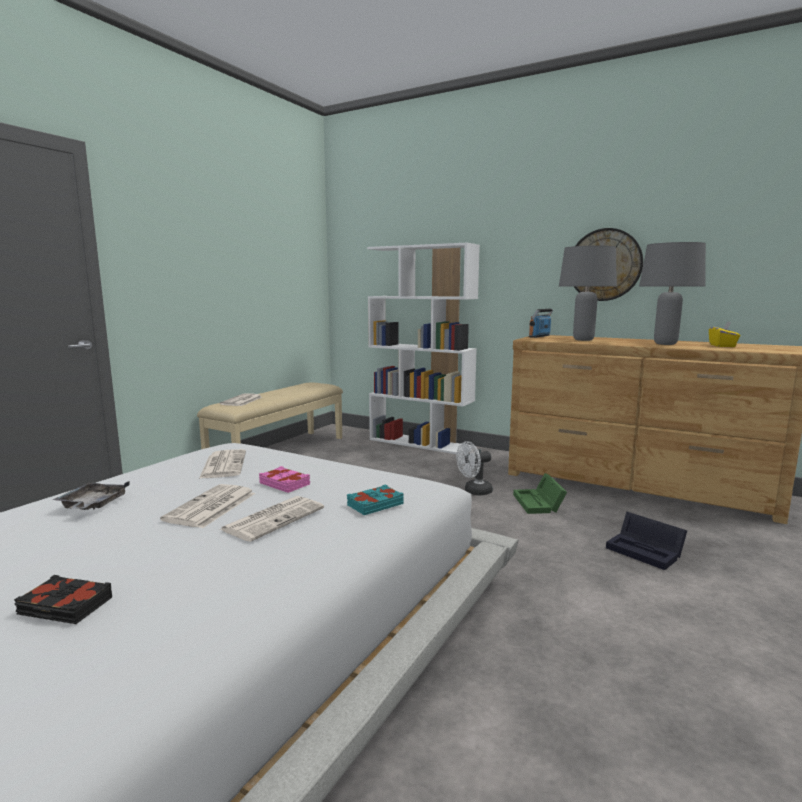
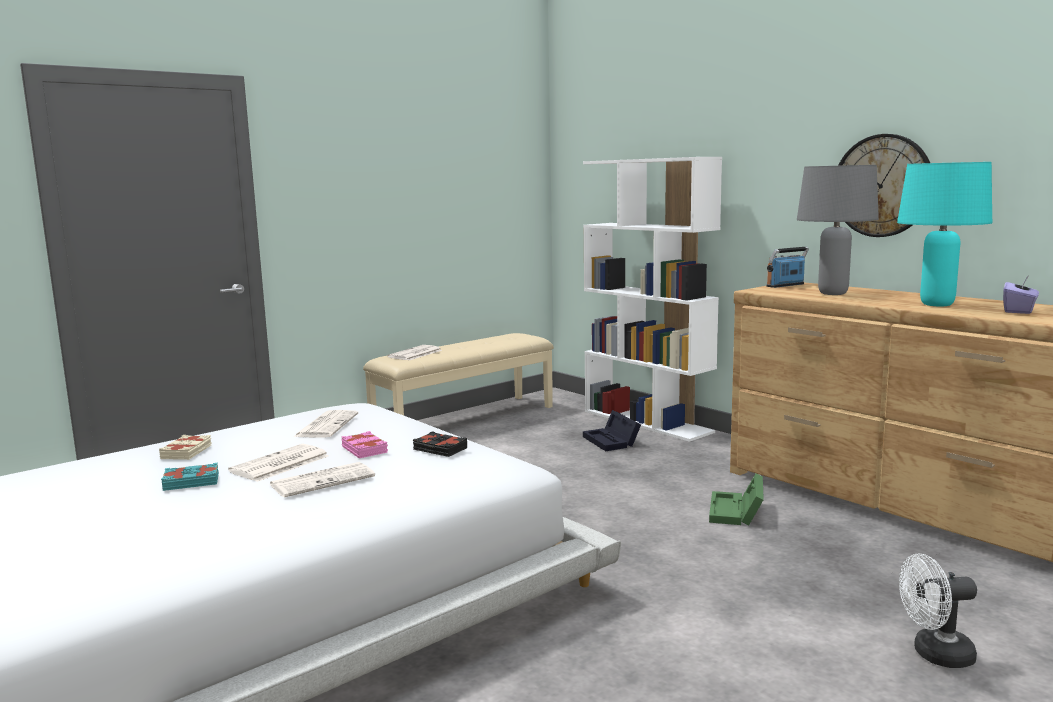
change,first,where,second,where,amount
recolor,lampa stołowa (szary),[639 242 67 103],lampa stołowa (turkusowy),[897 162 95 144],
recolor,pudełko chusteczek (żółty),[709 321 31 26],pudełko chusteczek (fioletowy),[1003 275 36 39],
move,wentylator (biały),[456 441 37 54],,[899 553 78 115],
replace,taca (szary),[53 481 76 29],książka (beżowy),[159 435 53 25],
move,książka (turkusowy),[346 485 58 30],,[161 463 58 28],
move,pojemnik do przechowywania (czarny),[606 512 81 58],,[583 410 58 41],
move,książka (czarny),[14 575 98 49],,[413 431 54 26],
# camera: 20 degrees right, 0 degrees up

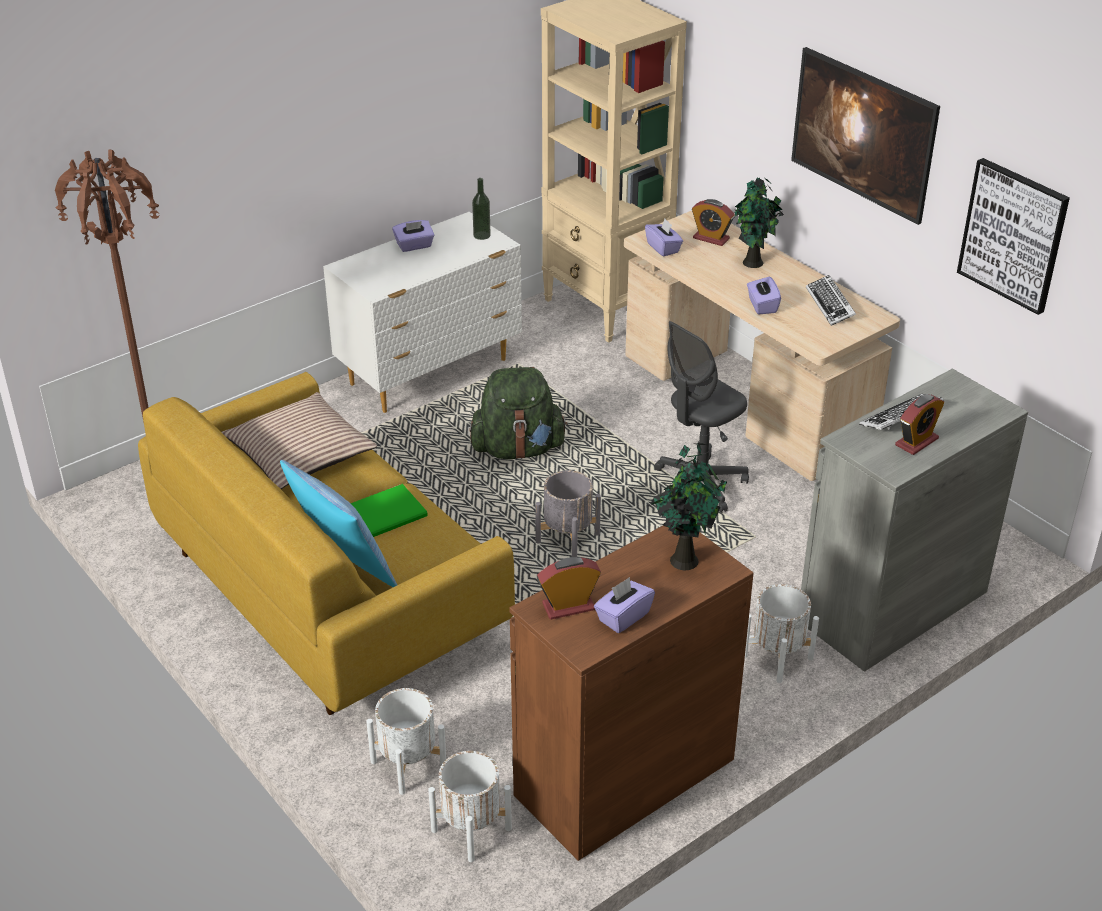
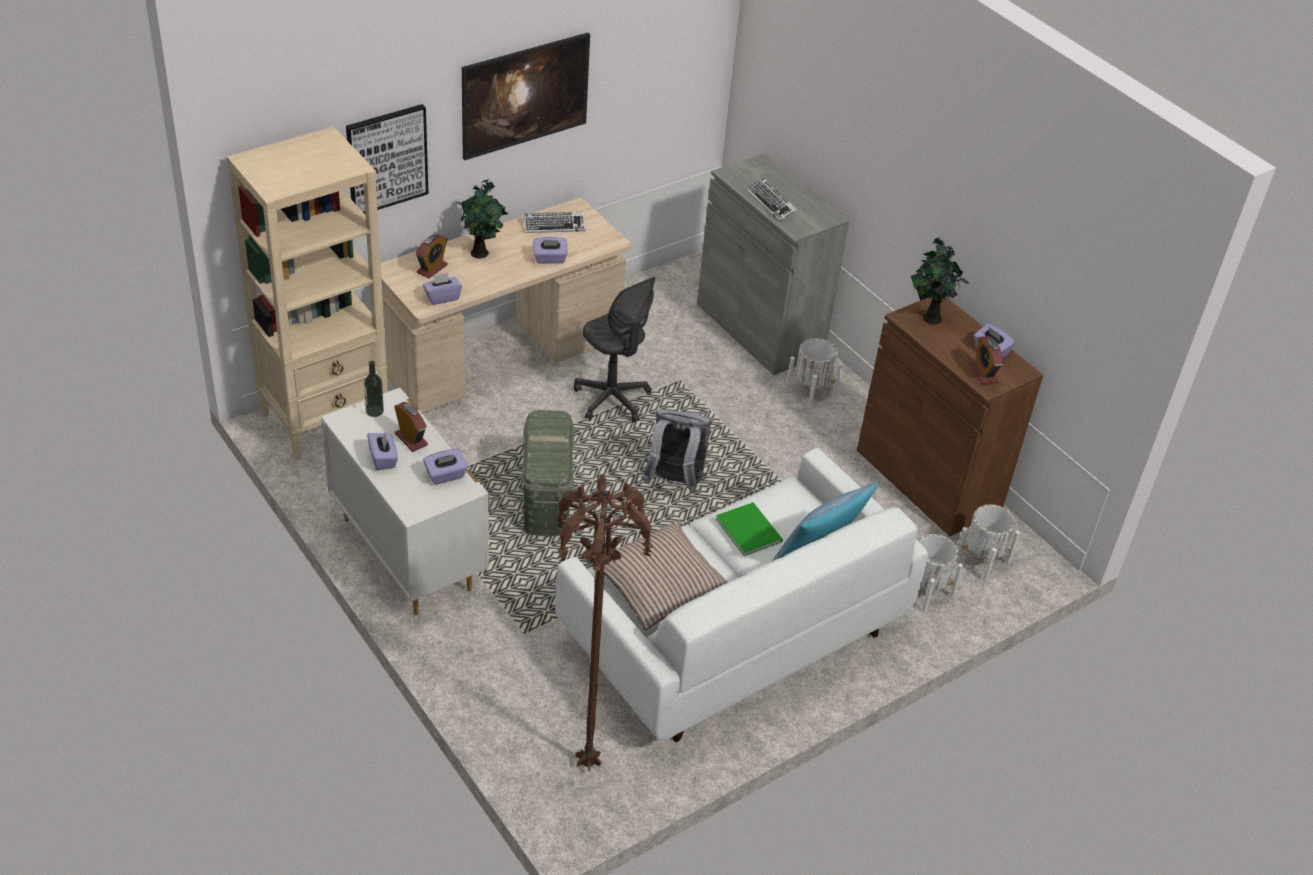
change,first,where,second,where,amount
move,obraz,[957 158 113 157],,[346 104 82 110],
replace,plecak (zielony),[469 367 99 92],pojemnik do przechowywania (zielony),[521 410 53 126],
recolor,kanapa (żółty),[138 372 377 343],kanapa (biały),[555 448 373 294],
move,budzik,[895 394 49 61],,[394 402 34 50],
replace,donica (szary),[535 470 66 87],plecak (szary),[643 409 68 84],
insert,,,pudełko chusteczek (fioletowy),[423 449 45 36],
# camera: 90 degrees left, 5 degrees up

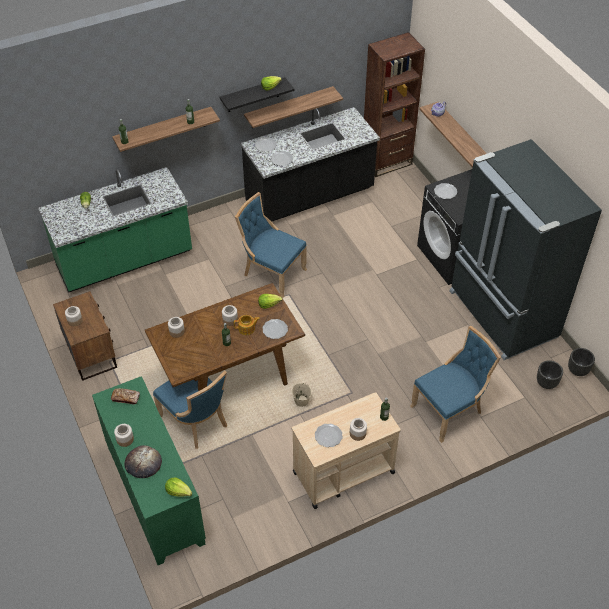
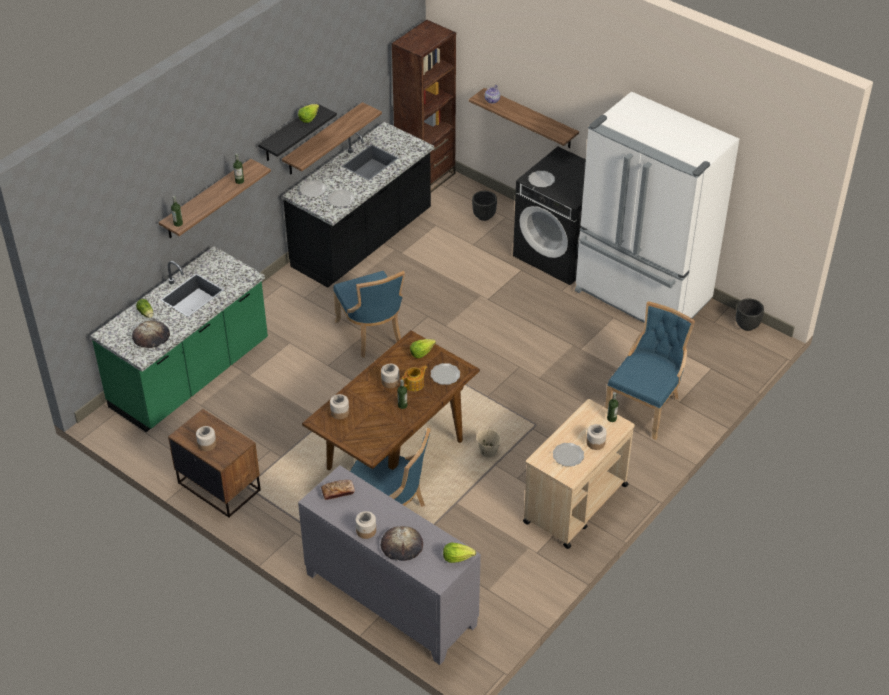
change,first,where,second,where,amount
recolor,lodówka (czarny),[449 139 153 221],lodówka (biały),[575 91 164 232],
rotate,krzesło (niebieski),[235 192 72 106],,[333 271 72 87],120 degrees counterclockwise
move,donica (czarny),[537 360 26 29],,[472 191 25 30],
recolor,szafka (zielony),[92 376 114 189],szafka (szary),[298 465 183 200],
insert,,,chleb,[132 321 38 27],
# camera: 25 degrees left, 5 degrees down

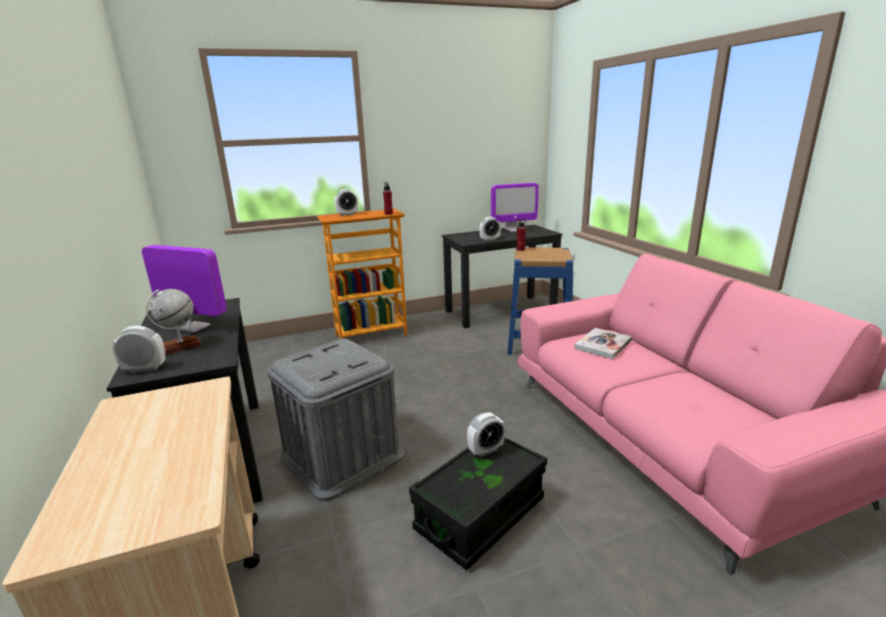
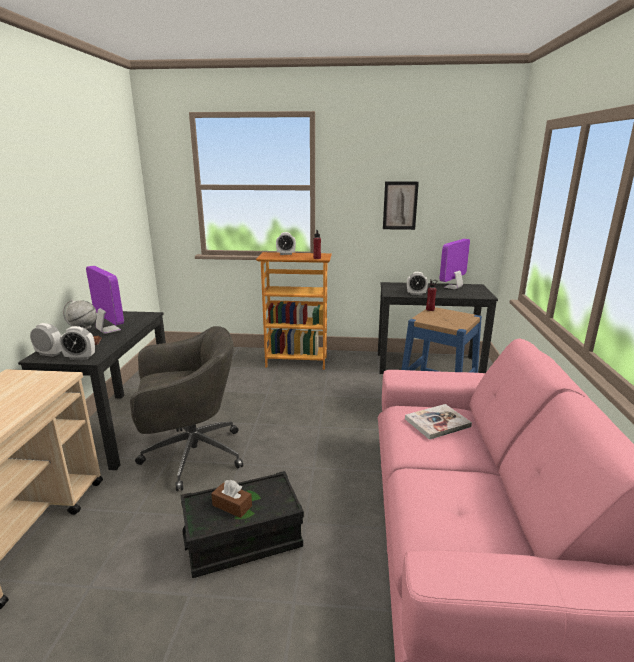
change,first,where,second,where,amount
rotate,monitor,[491 183 48 49],,[439 239 31 50],120 degrees clockwise
replace,pojemnik do przechowywania (szary),[268 339 136 163],krzesło biurowe (szary),[130 326 113 165],
move,budzik,[467 412 38 45],,[60 326 35 34],
insert,,,obraz,[383 181 36 49],
insert,,,pudełko chusteczek (brązowy),[211 480 41 38],
# camera: 25 degrees right, 0 degrees up

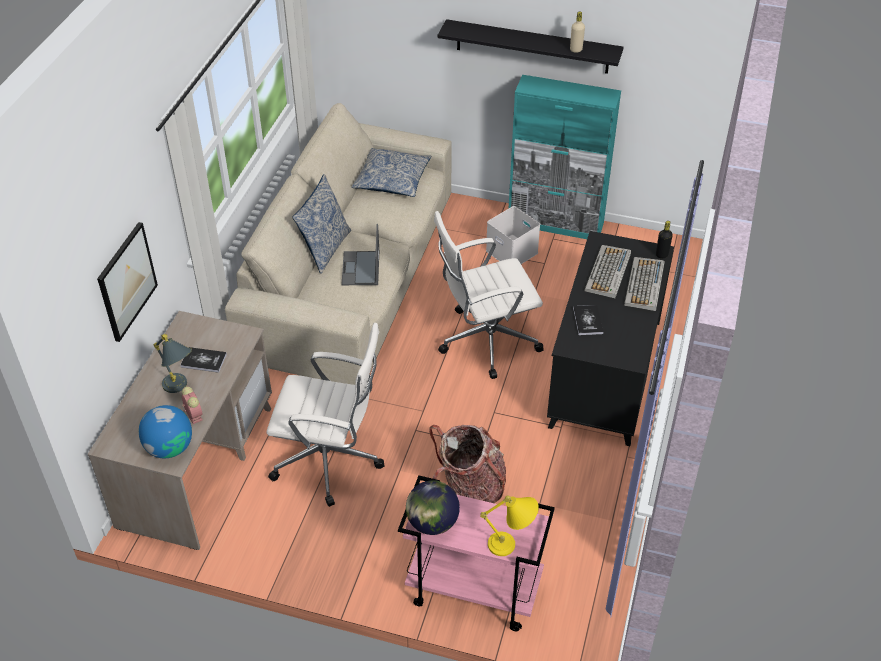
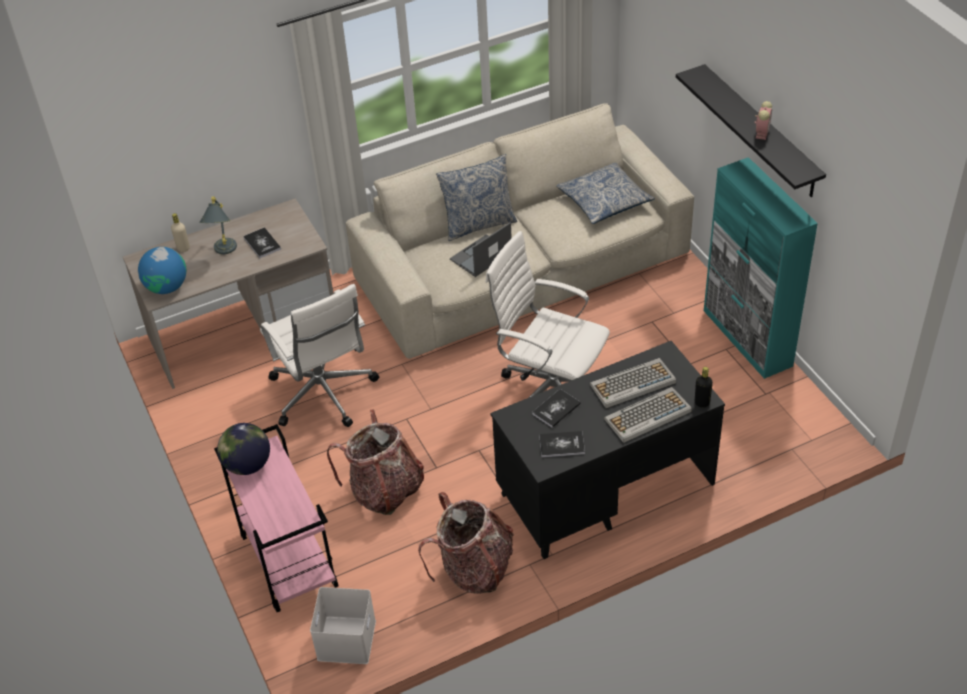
change,first,where,second,where,amount
move,butelka (beżowy),[570 12 15 41],,[171 213 19 39],
move,pojemnik do przechowywania (biały),[486 206 54 58],,[310 587 66 77],
delete,obraz,[97 222 61 120],,,
move,budzik,[182 386 20 38],,[754 101 18 39],
delete,lampa stołowa (żółty),[480 495 59 61],,,
insert,,,książka,[539 431 46 27],
insert,,,plecak,[418 492 96 102],
# camera: 50 degrees right, 0 degrees up

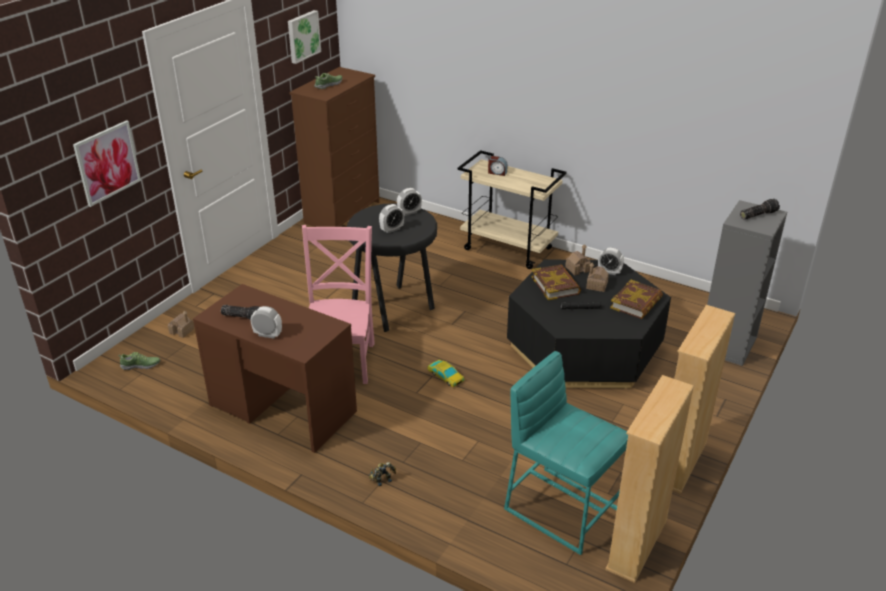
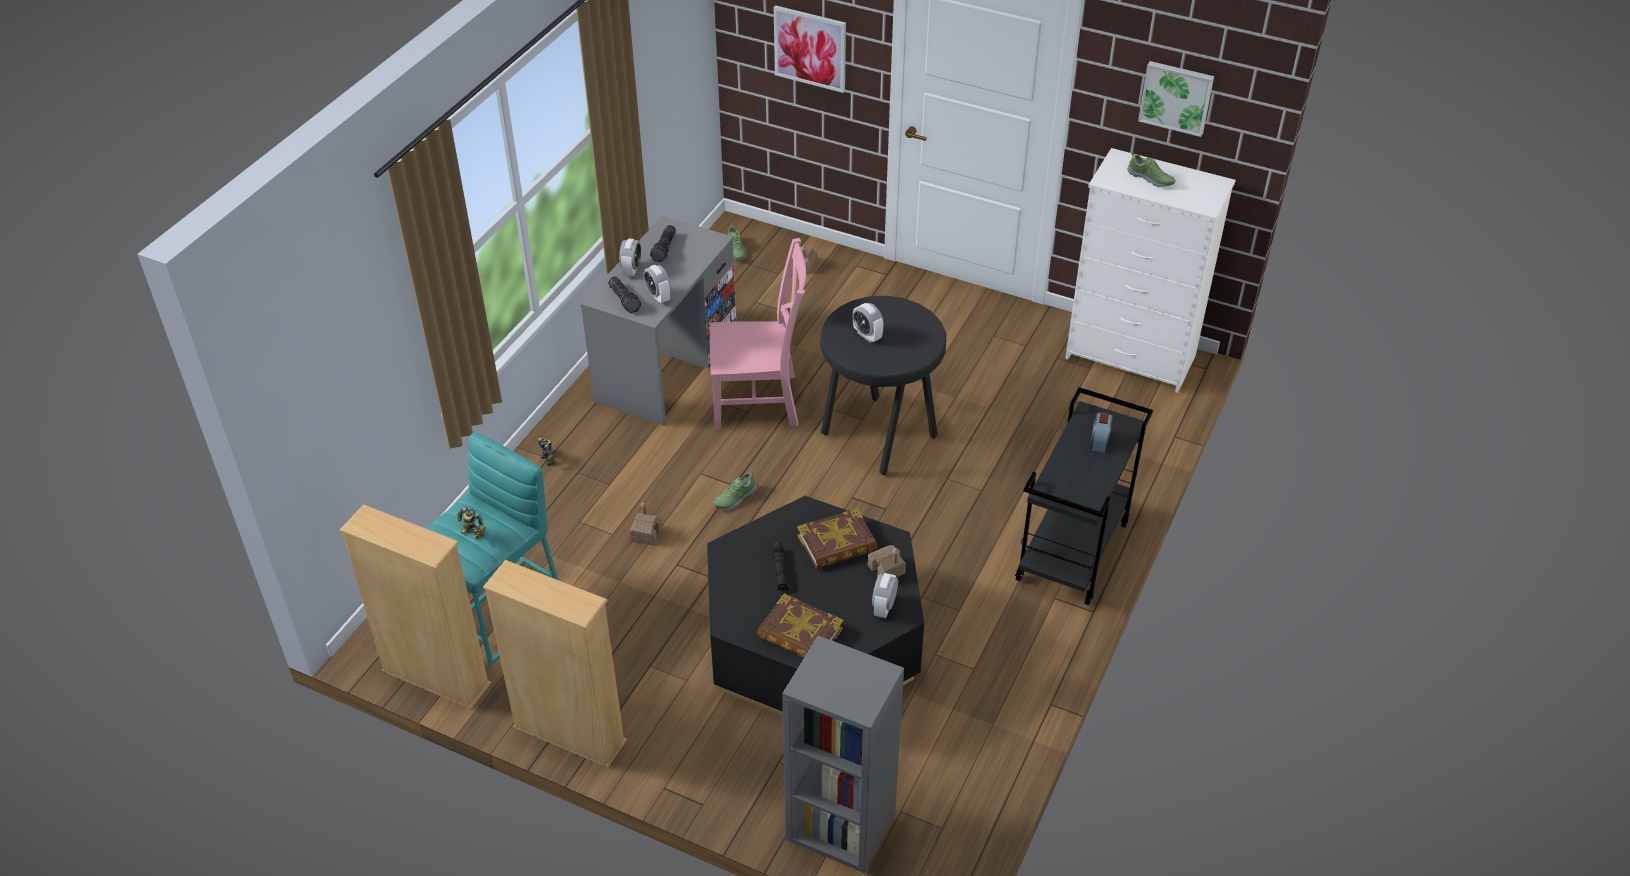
change,first,where,second,where,amount
recolor,komoda (brązowy),[289 67 91 160],komoda (biały),[1065 148 171 245],
recolor,wózek (beżowy),[457 150 110 119],wózek (czarny),[1015 387 138 218],
move,budzik,[397 188 25 28],,[644 265 27 39],
move,latarka,[740 199 40 21],,[608 277 33 36],
move,domek,[586 263 23 29],,[630 502 32 44],
recolor,biurko (brązowy),[193 284 164 169],biurko (szary),[581 216 155 210],
replace,samochodzik,[427 360 38 27],but,[713 471 44 39],
insert,,,robot zabawkowy,[457 506 29 33],
# camera: 85 degrees right, 10 degrees up

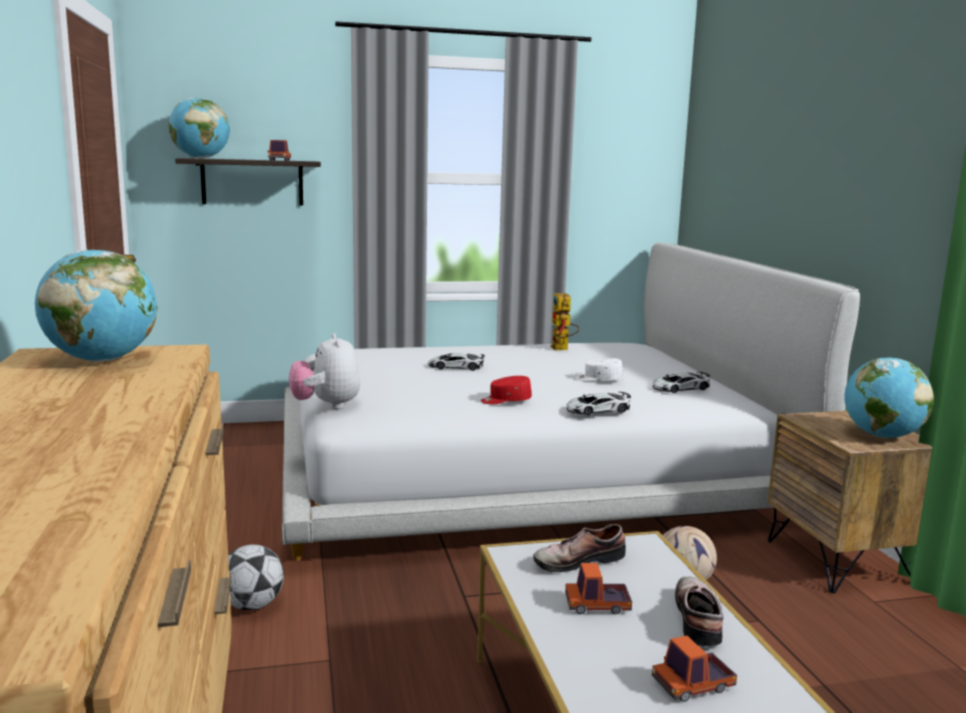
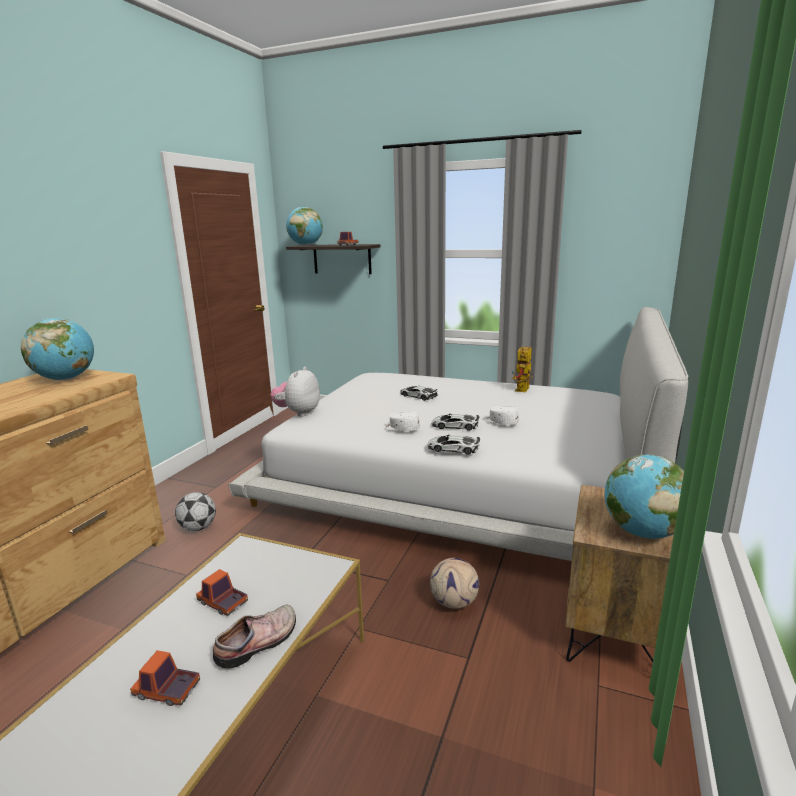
change,first,where,second,where,amount
move,samochodzik,[653 372 57 21],,[432 414 48 17],
recolor,czapka z daszkiem (czerwony),[481 376 51 28],czapka z daszkiem (biały),[384 411 36 20],
delete,but,[533 524 93 48],,,
# camera: 35 degrees right, 5 degrees up

